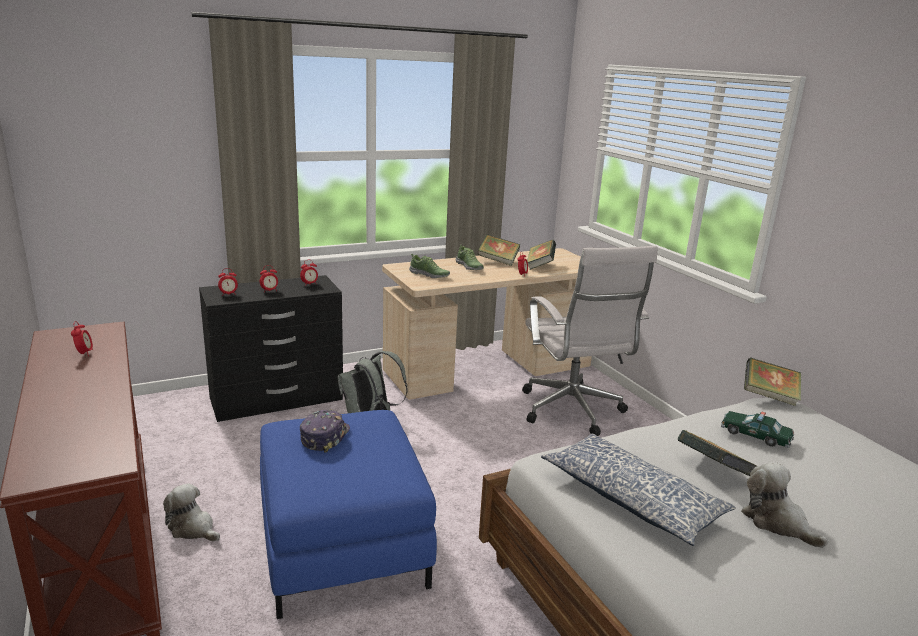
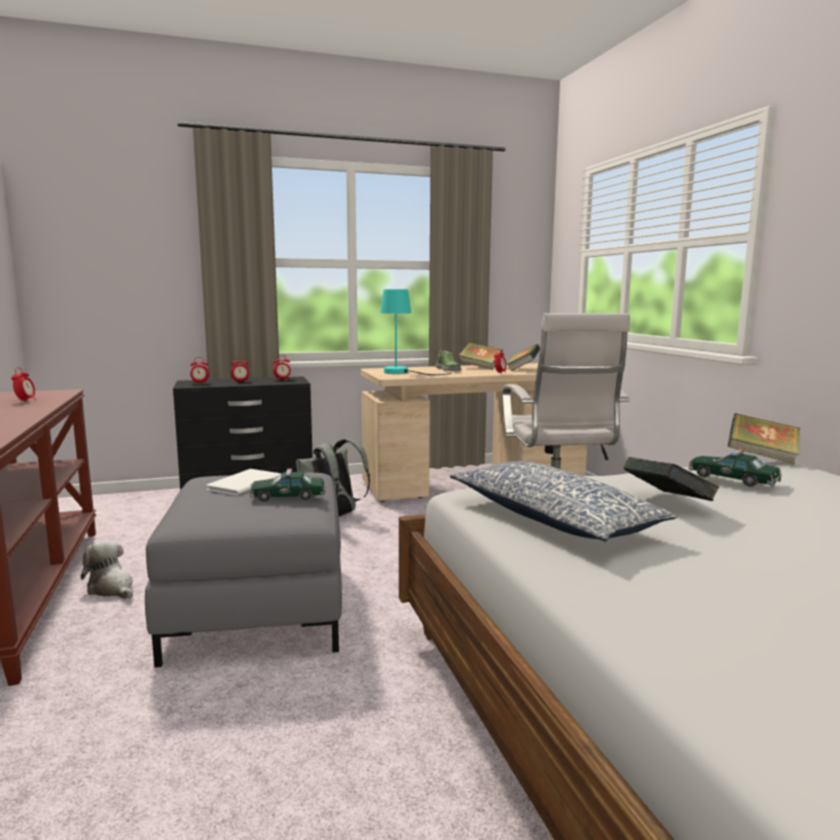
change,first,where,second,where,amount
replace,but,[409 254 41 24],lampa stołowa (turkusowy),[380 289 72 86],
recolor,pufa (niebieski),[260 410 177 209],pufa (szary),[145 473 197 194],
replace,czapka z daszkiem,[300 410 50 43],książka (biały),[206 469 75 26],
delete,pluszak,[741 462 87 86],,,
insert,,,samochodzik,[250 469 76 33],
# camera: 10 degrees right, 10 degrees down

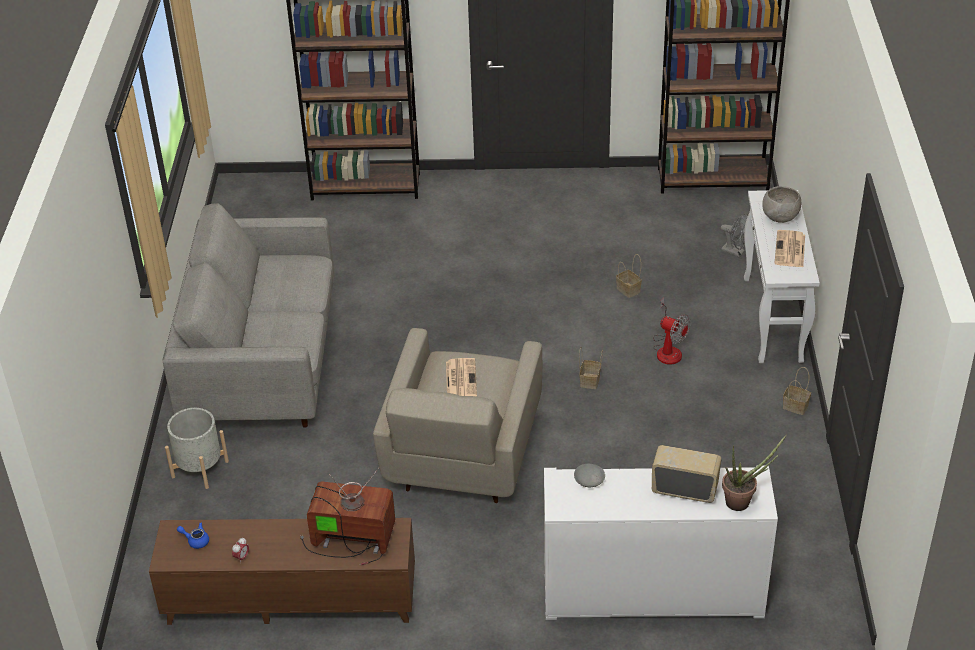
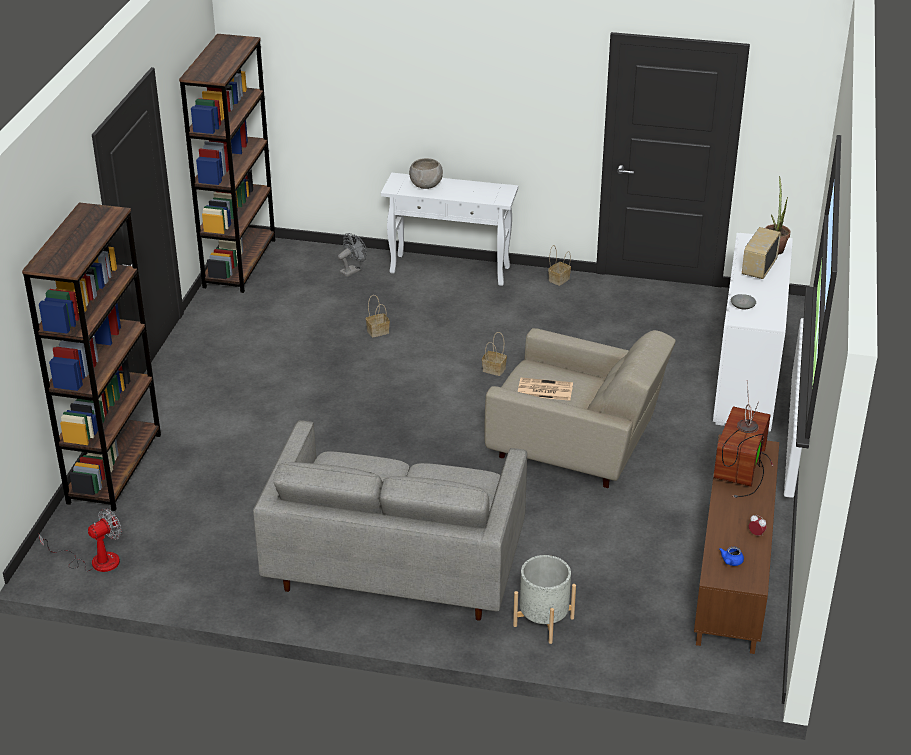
change,first,where,second,where,amount
delete,gazeta,[774 230 31 37],,,
move,wentylator,[653 298 38 67],,[39 508 82 64],
# camera: 80 degrees left, 5 degrees down

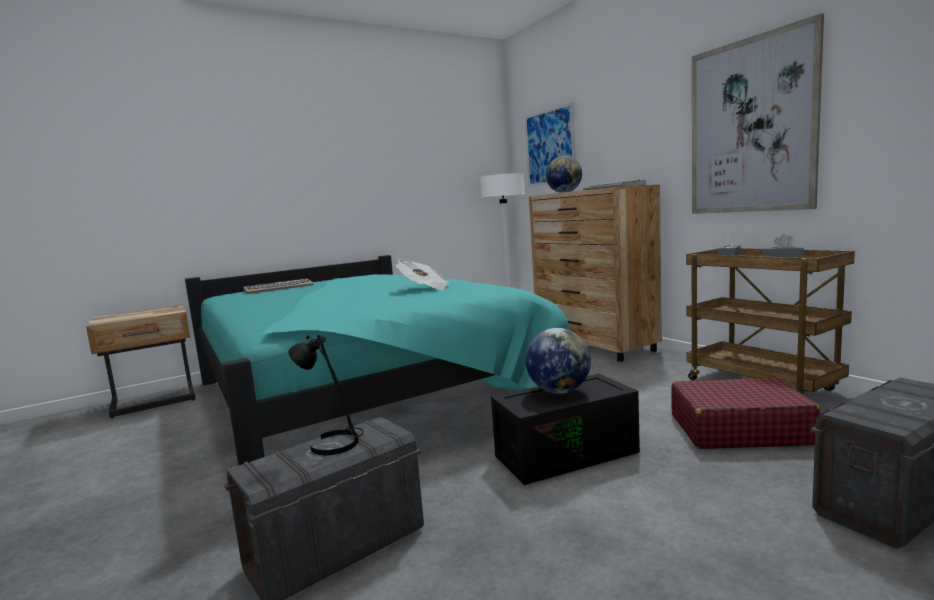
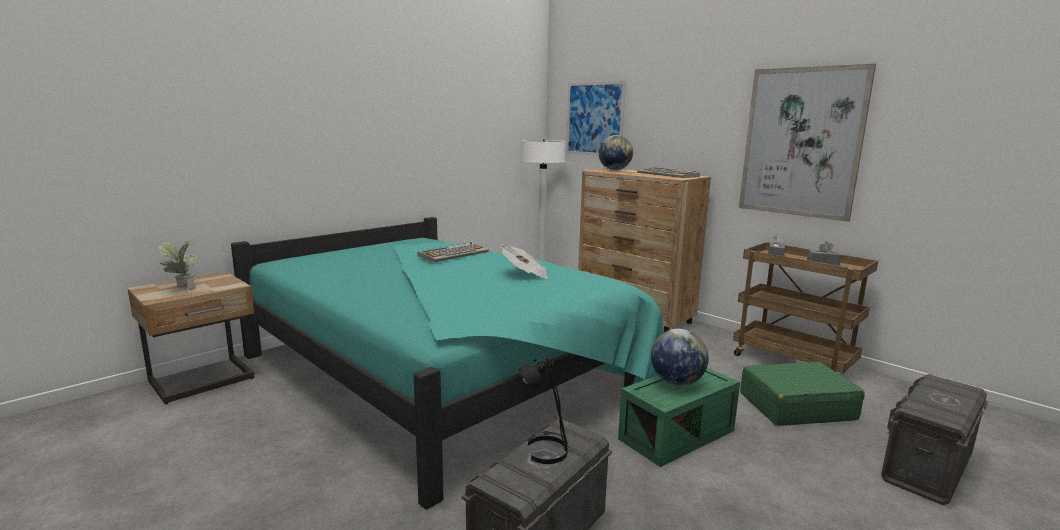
change,first,where,second,where,amount
move,klawiatura,[243 279 70 15],,[418 242 71 20],
recolor,pojemnik do przechowywania (czarny),[491 374 149 111],pojemnik do przechowywania (zielony),[618 367 122 100],
recolor,walizka (czerwony),[671 377 149 72],walizka (zielony),[740 362 125 64],
insert,,,roślina doniczkowa,[158 241 39 49],
# camera: 15 degrees left, 5 degrees up

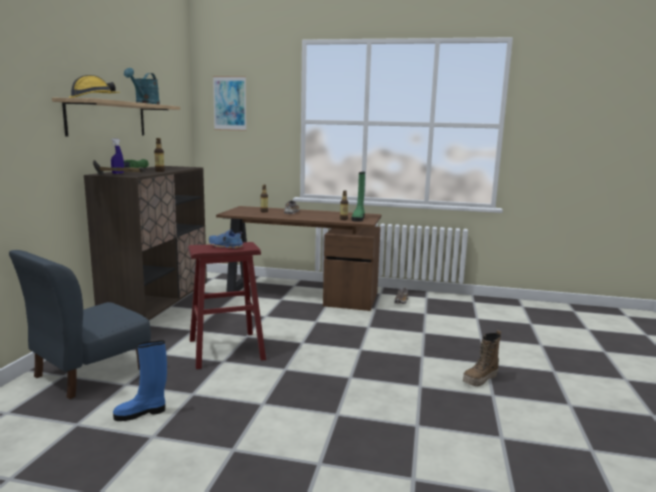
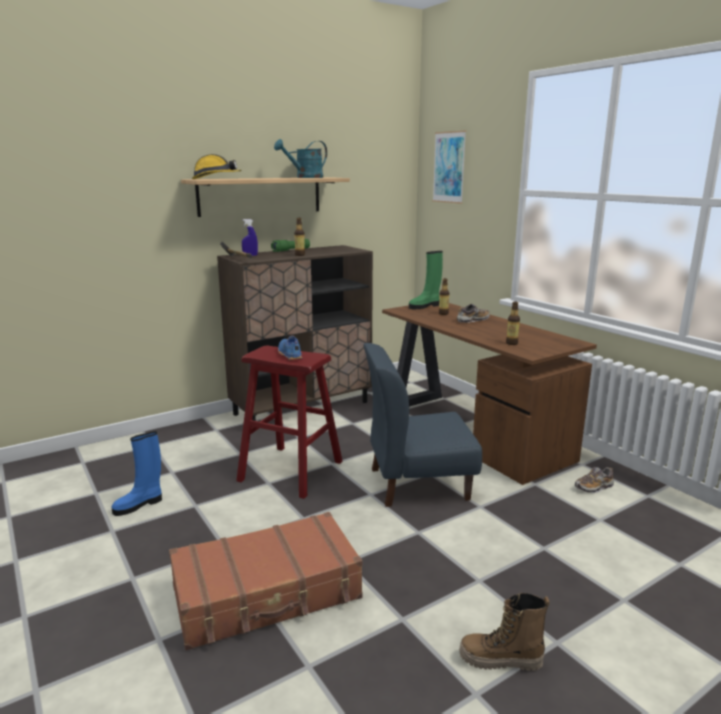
change,first,where,second,where,amount
move,but z cholewką (zielony),[352 172 13 50],,[409 251 34 58],
move,krzesło (niebieski),[9 250 142 149],,[363 343 119 164],
rotate,but z cholewką (niebieski),[113 340 54 81],,[111 431 51 85],60 degrees counterclockwise
insert,,,walizka (brązowy),[169 512 194 139],
# camera: 45 degrees right, 5 degrees up

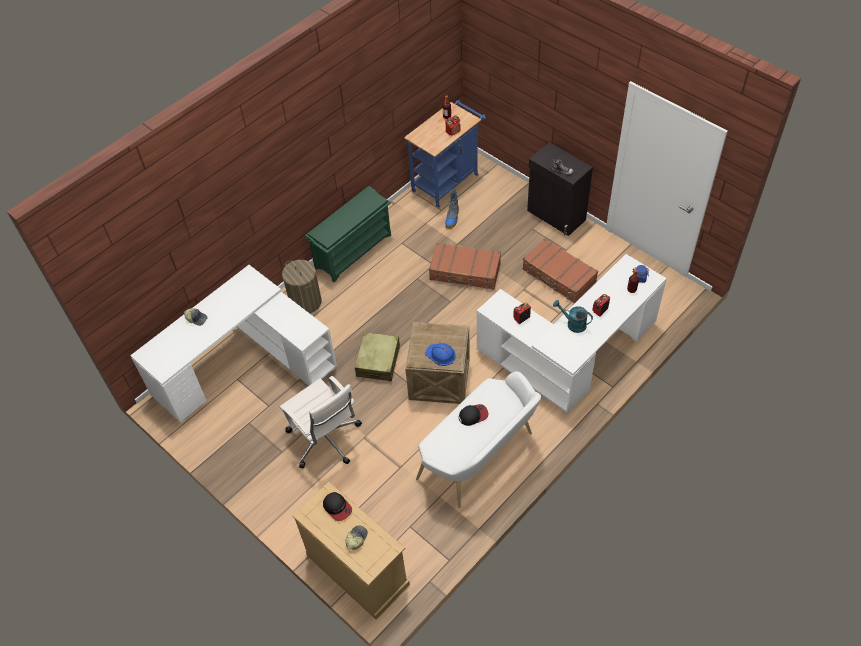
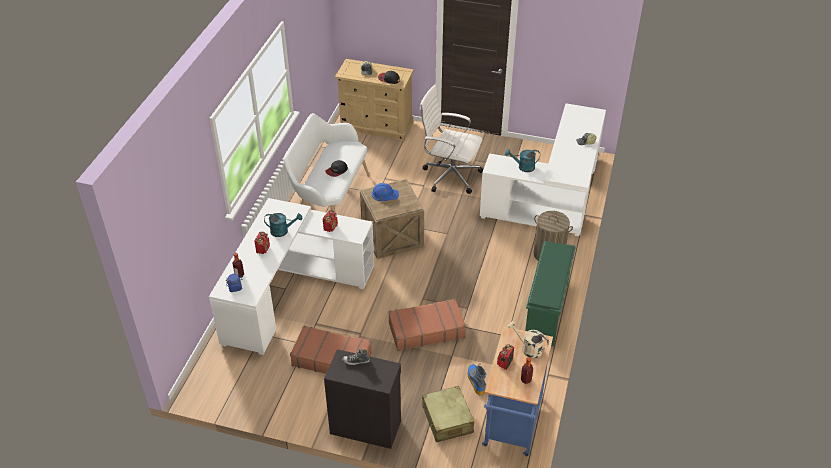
change,first,where,second,where,amount
move,walizka (beżowy),[355 332 45 49],,[422 386 52 56],
insert,,,konewka (turkusowy),[505 149 35 23],
insert,,,konewka (beżowy),[508 321 41 37],
# camera: 150 degrees right, 10 degrees down

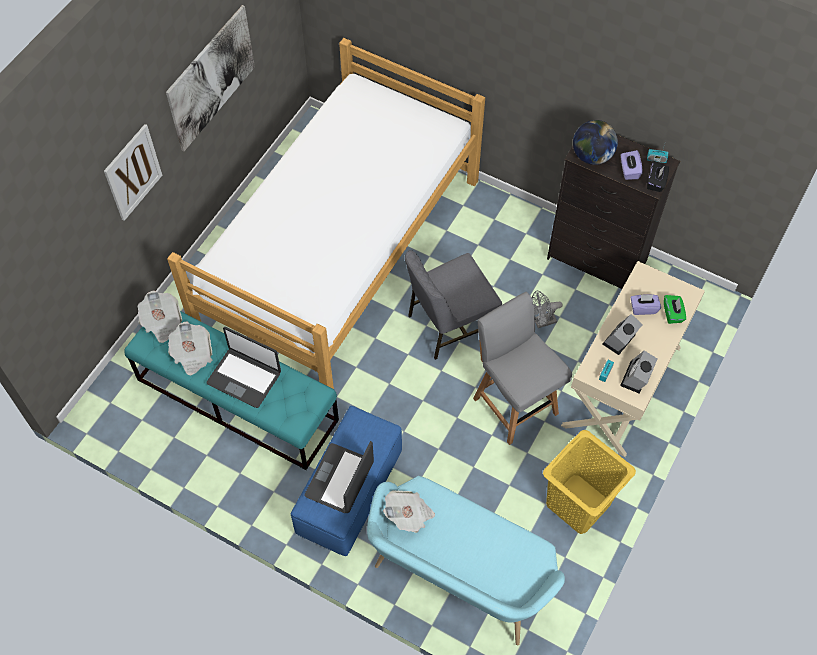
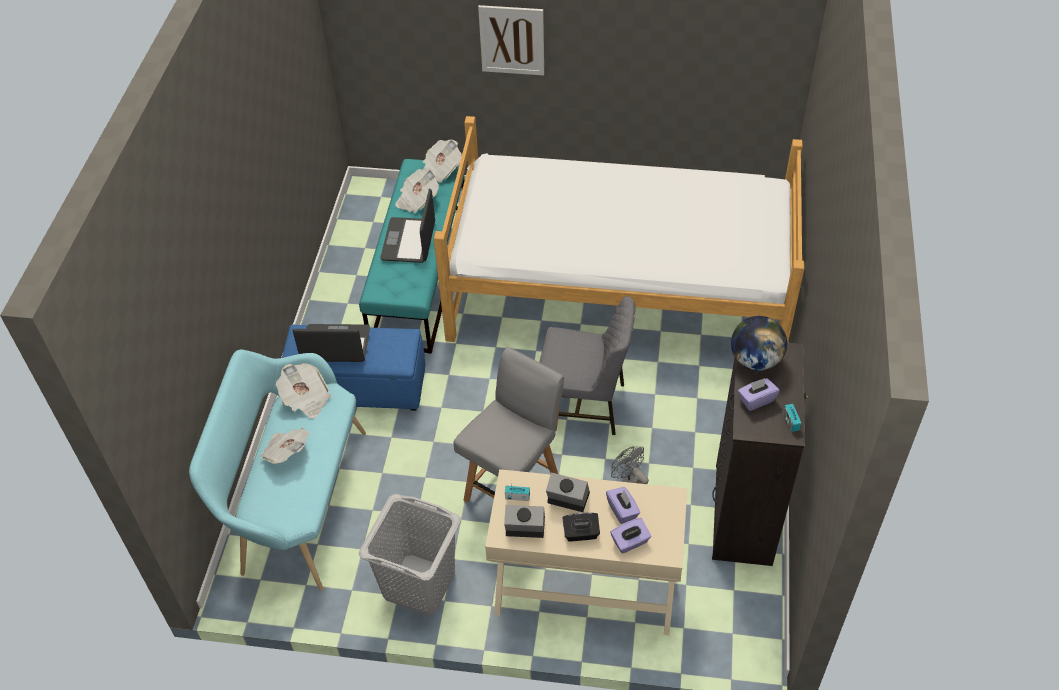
change,first,where,second,where,amount
delete,obraz,[166 5 89 146],,,
move,pudełko chusteczek (czarny),[647 161 22 31],,[562 513 38 28],
rotate,krzesło (szary),[405 250 97 110],,[539 296 97 139],150 degrees clockwise
recolor,pudełko chusteczek (zielony),[664 295 22 29],pudełko chusteczek (fioletowy),[610 518 41 36],
recolor,kosz na pranie (żółty),[543 430 93 104],kosz na pranie (szary),[359 494 102 121],
insert,,,gazeta,[260 428 50 36],
# camera: 70 degrees right, 10 degrees down

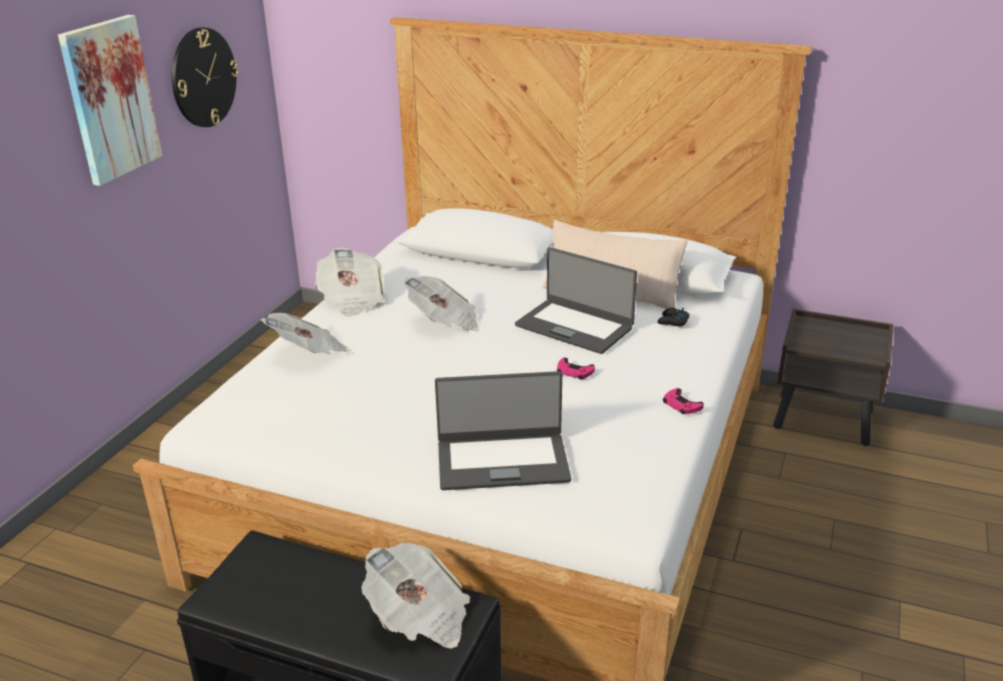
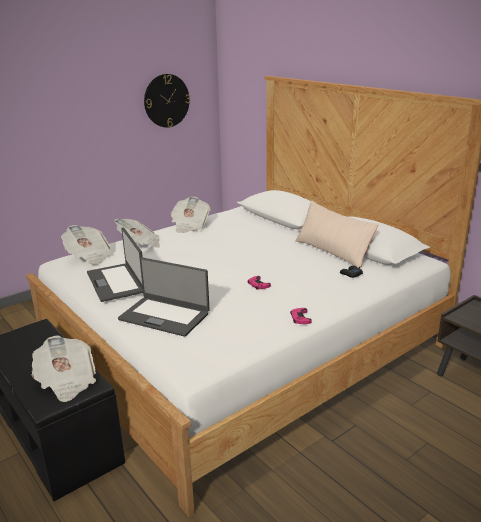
change,first,where,second,where,amount
delete,obraz,[58 15 105 171],,,
move,laptop,[515 247 122 107],,[87 227 56 75],
move,gazeta,[404 276 74 55],,[61 225 51 40],
# camera: 30 degrees right, 5 degrees down

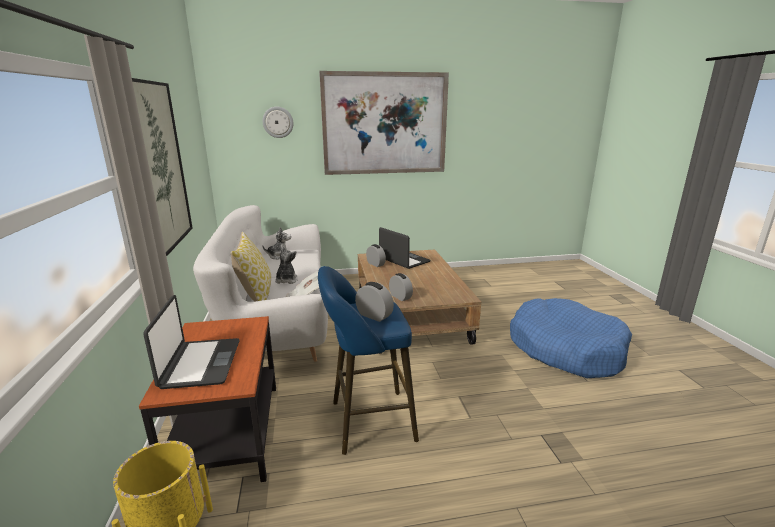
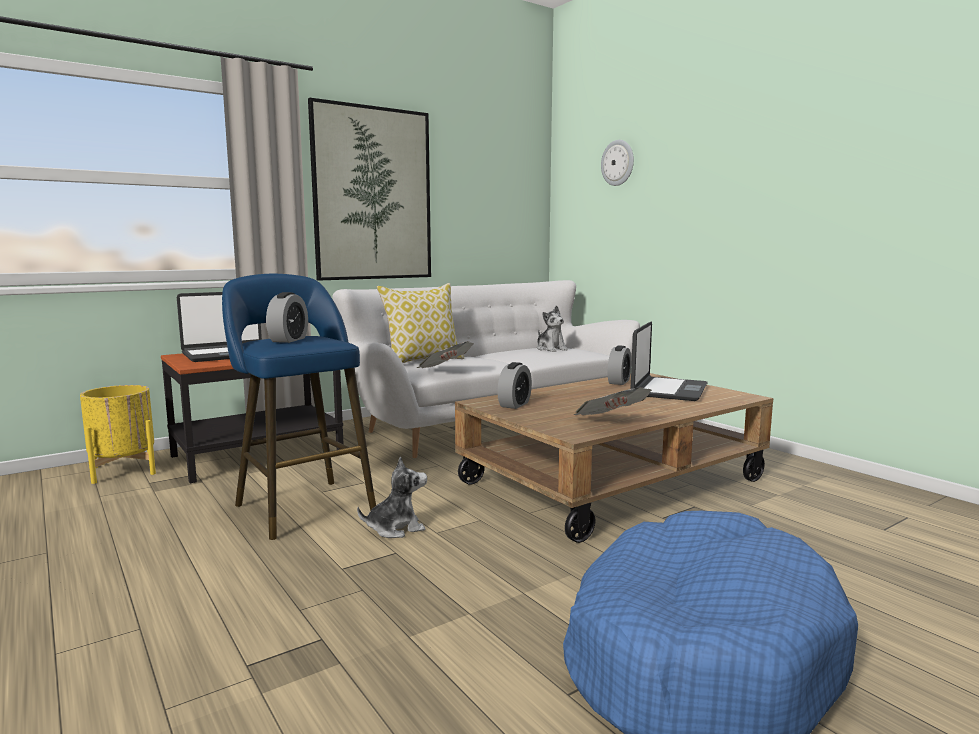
change,first,where,second,where,amount
delete,obraz,[319 71 130 104],,,
move,pluszak,[275 246 22 38],,[357 457 70 81],
insert,,,gazeta,[573 387 79 28],
# camera: 65 degrees right, 10 degrees down

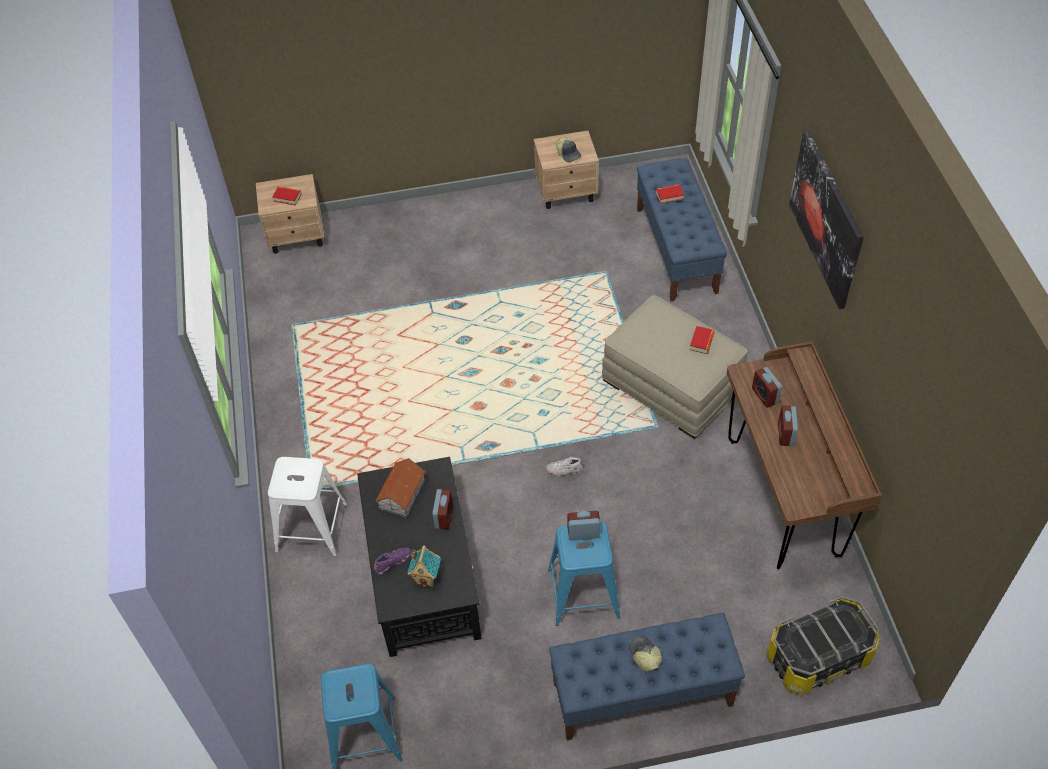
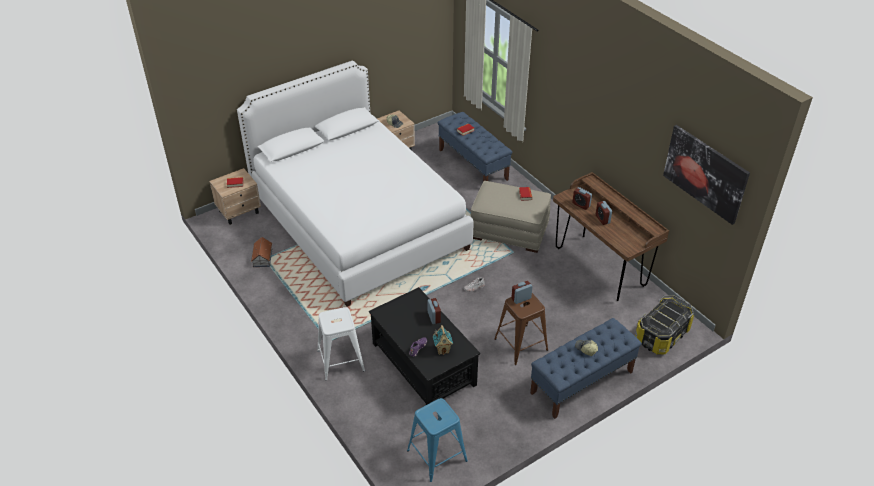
change,first,where,second,where,amount
move,obraz,[789 131 75 178],,[663 125 87 100],
move,domek,[375 458 51 60],,[251 237 22 30],
recolor,stołek (niebieski),[548 522 72 104],stołek (brązowy),[494 293 54 72],
insert,,,łóżko (biały),[237 61 237 246],
# camera: 25 degrees left, 10 degrees down

